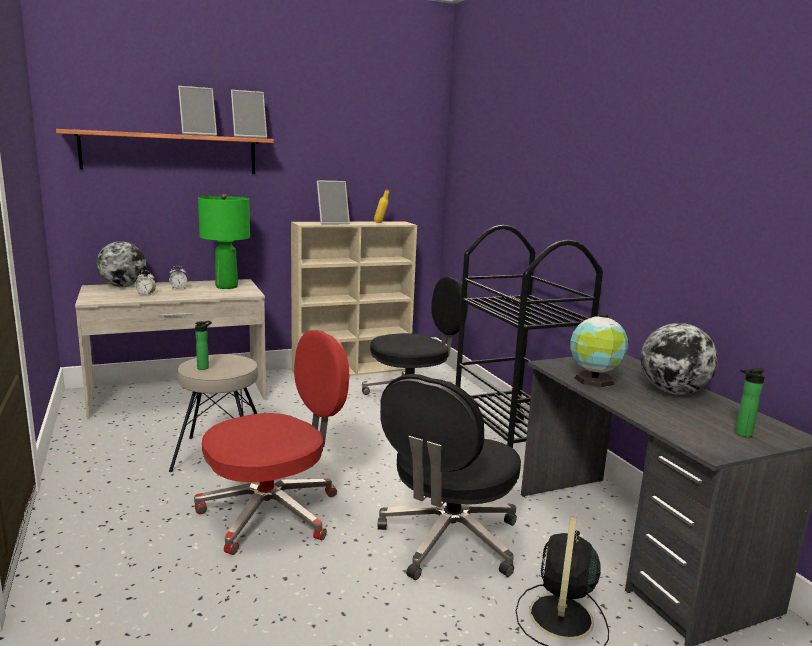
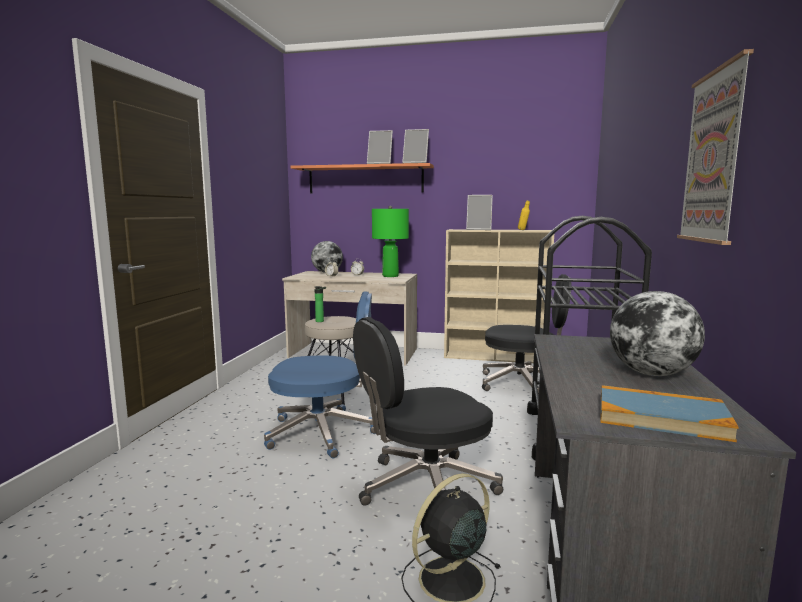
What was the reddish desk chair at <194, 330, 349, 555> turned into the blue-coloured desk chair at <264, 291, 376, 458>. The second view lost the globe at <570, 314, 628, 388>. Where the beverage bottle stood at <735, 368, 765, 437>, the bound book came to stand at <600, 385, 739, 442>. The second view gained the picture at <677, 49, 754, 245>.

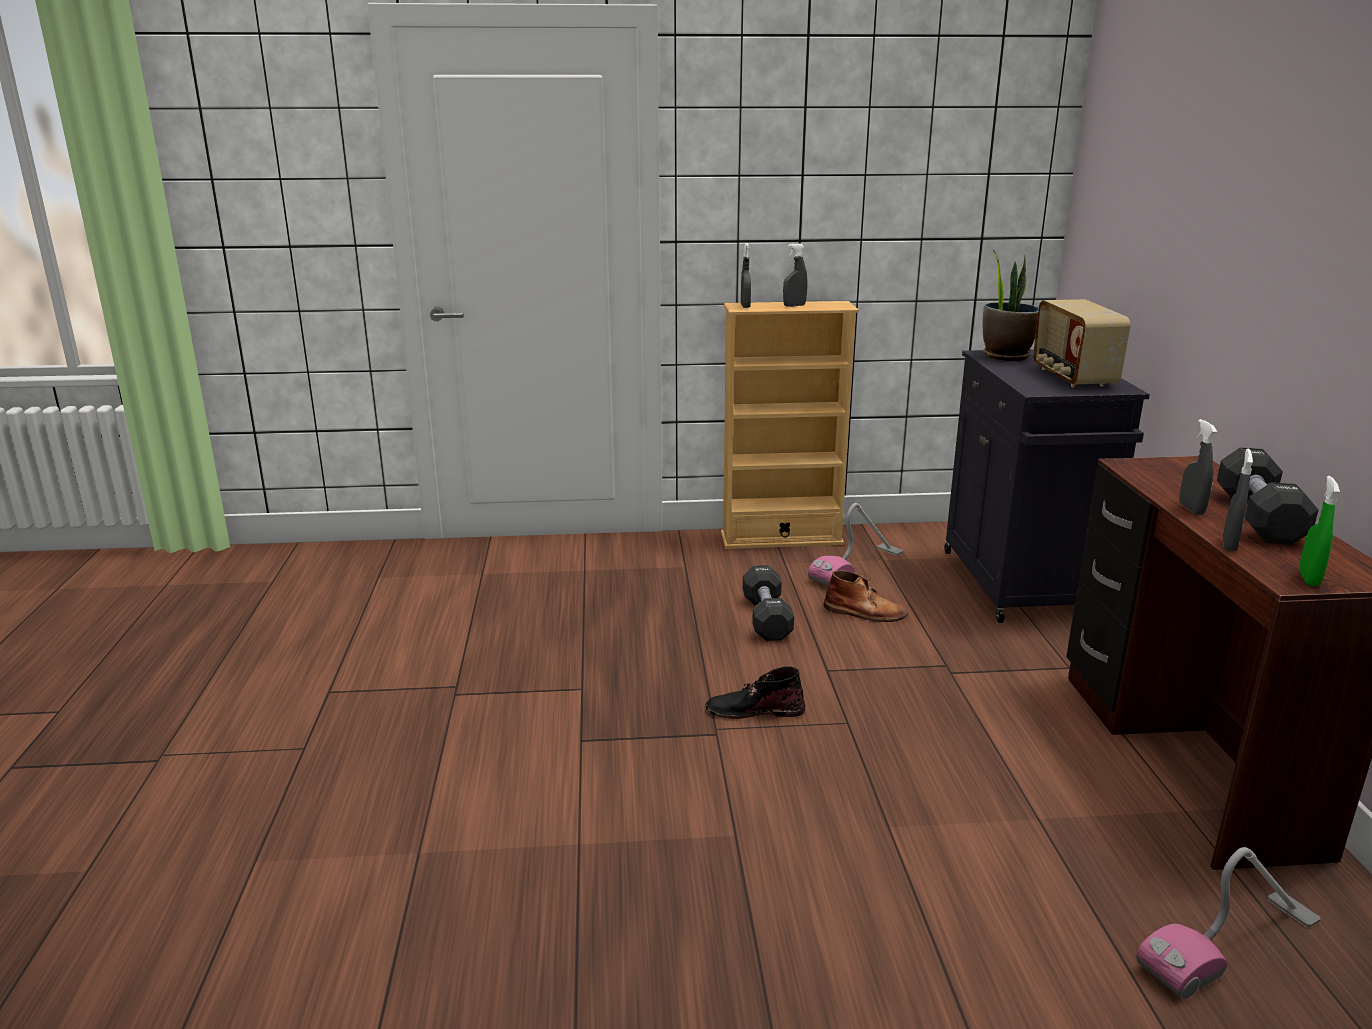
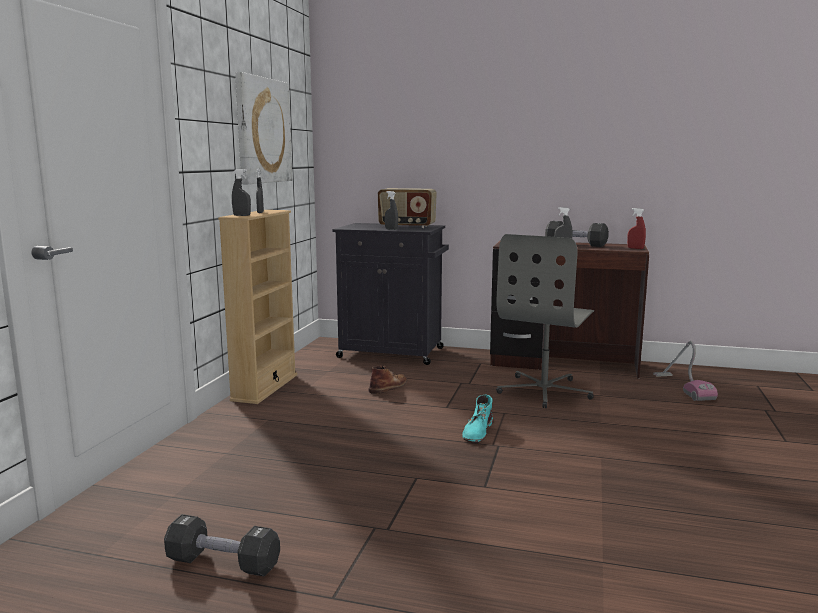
What was the black tall boot at <705, 666, 805, 719> turned into the blue-green tall boot at <462, 394, 493, 443>. The black free weight ended up elsewhere, having gone from <743, 565, 794, 641> to <164, 514, 280, 577>. The second view lost the vacuum at <808, 503, 903, 586>. The second view lost the houseplant at <983, 249, 1039, 361>. The grey sprayer ended up elsewhere, having gone from <1223, 449, 1253, 552> to <385, 191, 398, 230>. What was the green sprayer at <1299, 476, 1340, 587> turned into the reddish sprayer at <627, 208, 646, 249>. The second view gained the picture at <235, 72, 292, 184>. The second view gained the grey desk chair at <496, 234, 594, 408>.

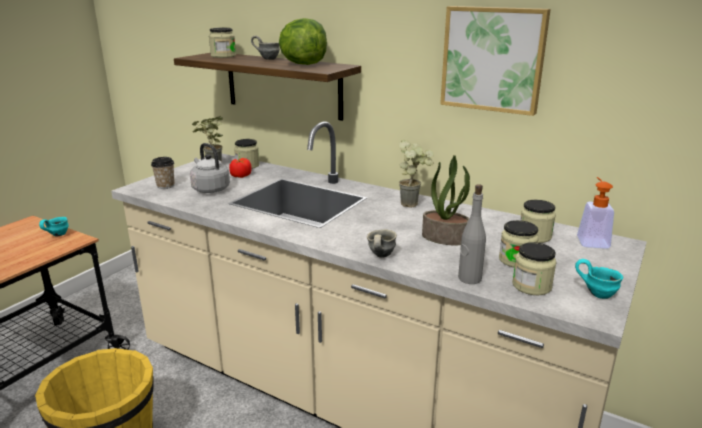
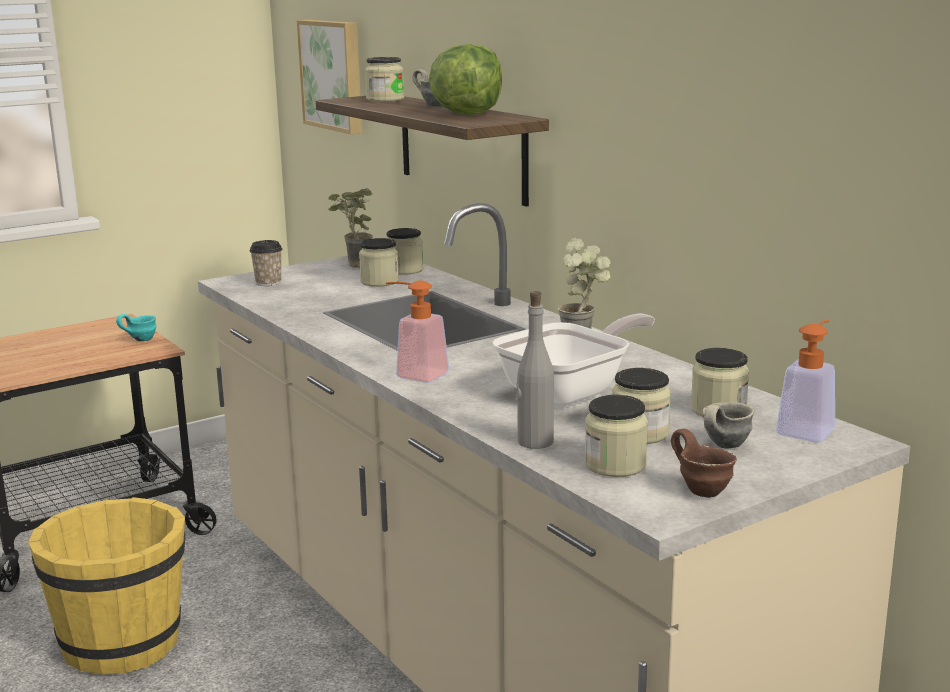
The second view lost the grey water kettle at <190, 143, 230, 193>. Where the fresh tomato stood at <229, 158, 252, 178>, the storage jar came to stand at <359, 238, 399, 287>. The grey tea mug ended up elsewhere, having gone from <367, 229, 397, 258> to <702, 402, 755, 448>. Where the houseplant stood at <422, 155, 470, 245>, the frying pan came to stand at <492, 314, 655, 407>. The picture ended up elsewhere, having gone from <440, 6, 551, 116> to <297, 20, 362, 134>. What was the blue-green tea mug at <575, 259, 623, 299> turned into the brownish tea mug at <671, 429, 737, 498>. The second view gained the soap bottle at <386, 280, 449, 383>.

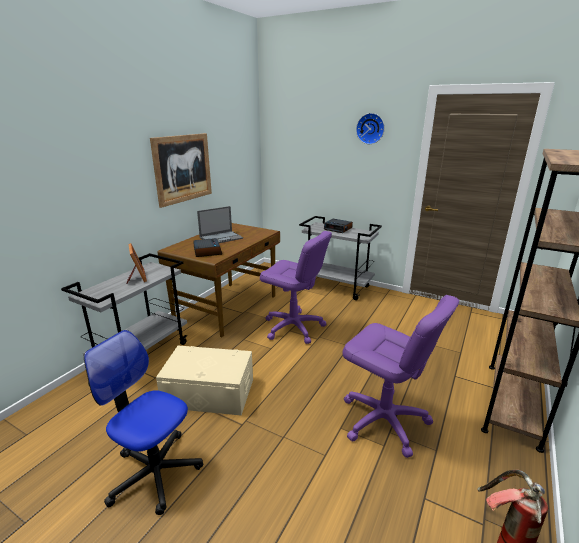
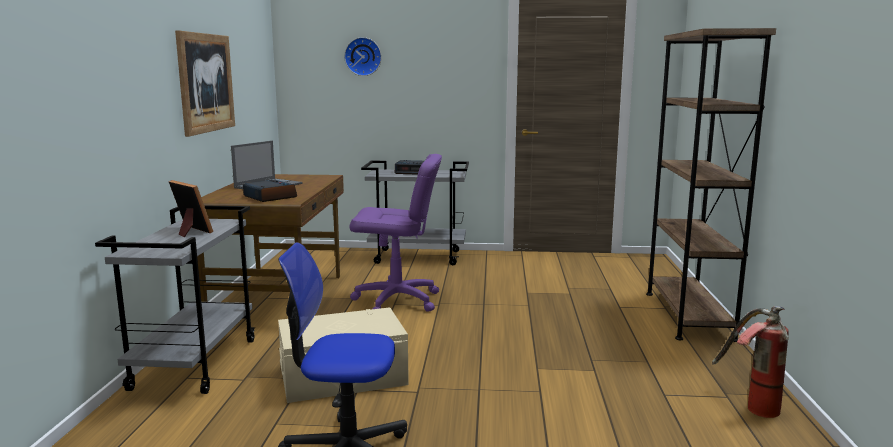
The second view lost the purplish desk chair at <342, 295, 459, 458>. The hanging clock ended up elsewhere, having gone from <356, 113, 385, 144> to <344, 37, 382, 76>.

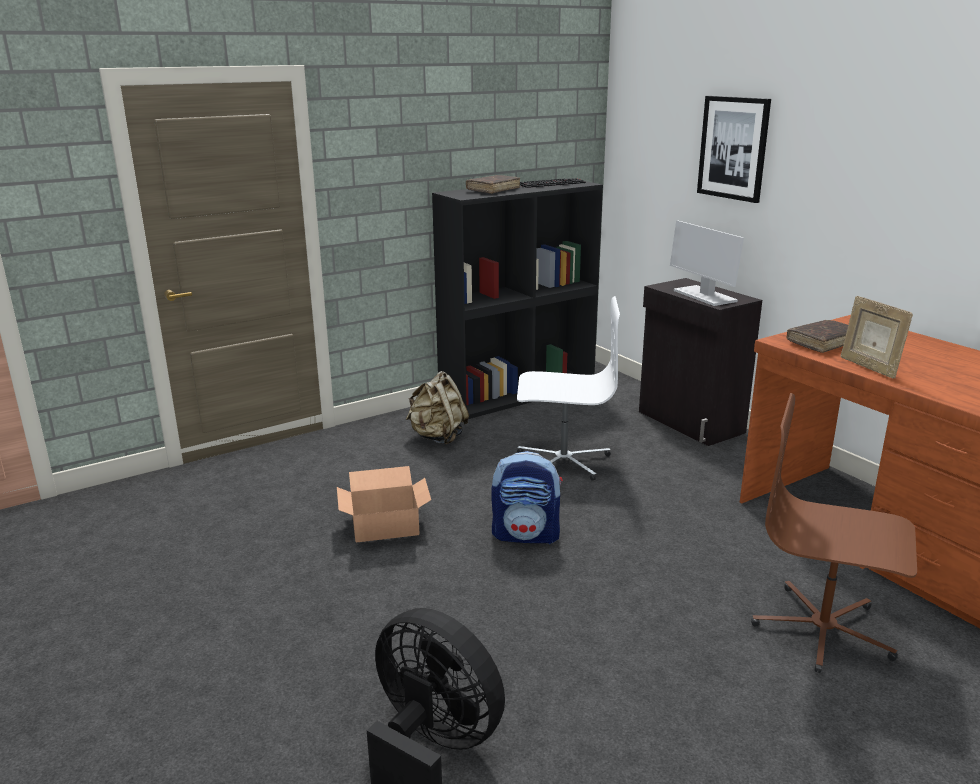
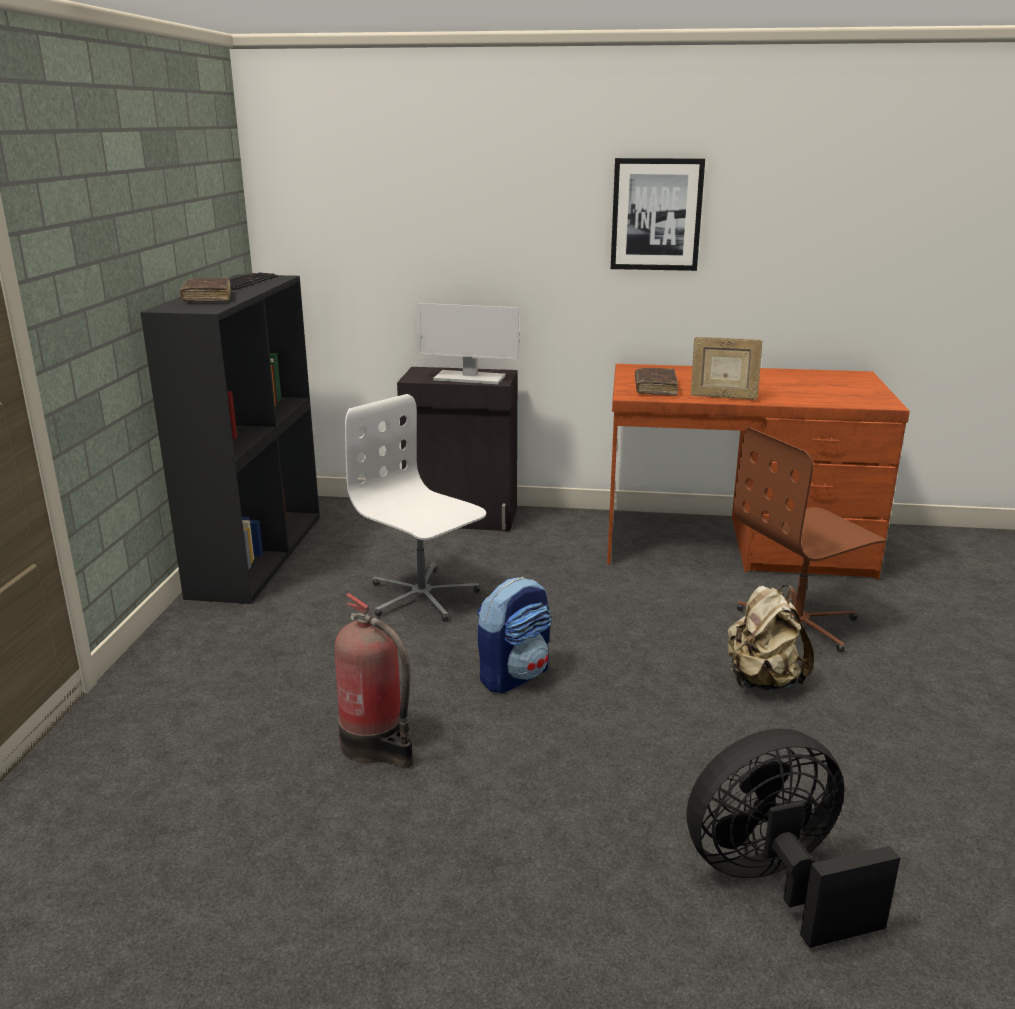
Where the packing box stood at <337, 466, 431, 543>, the fire-fighting cylinder came to stand at <335, 593, 413, 768>. The beige-coloured rucksack ended up elsewhere, having gone from <406, 371, 469, 445> to <728, 585, 814, 691>. The white-coloured desk chair at <517, 296, 620, 481> ended up facing another way, 90 degrees counterclockwise from before. The picture ended up elsewhere, having gone from <697, 96, 771, 203> to <611, 158, 705, 271>.

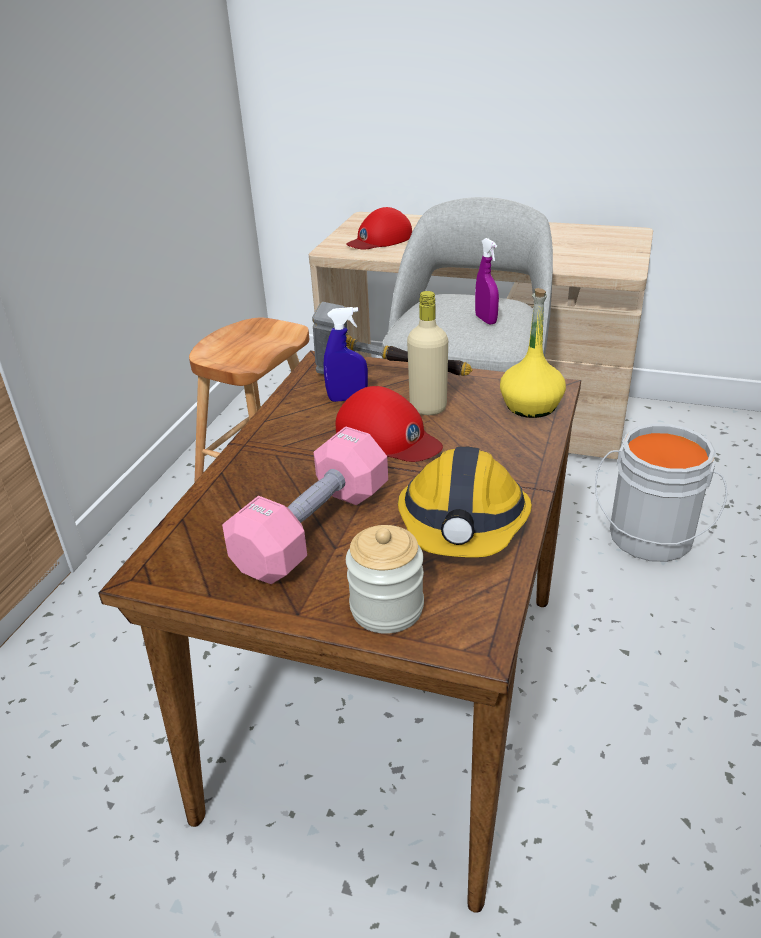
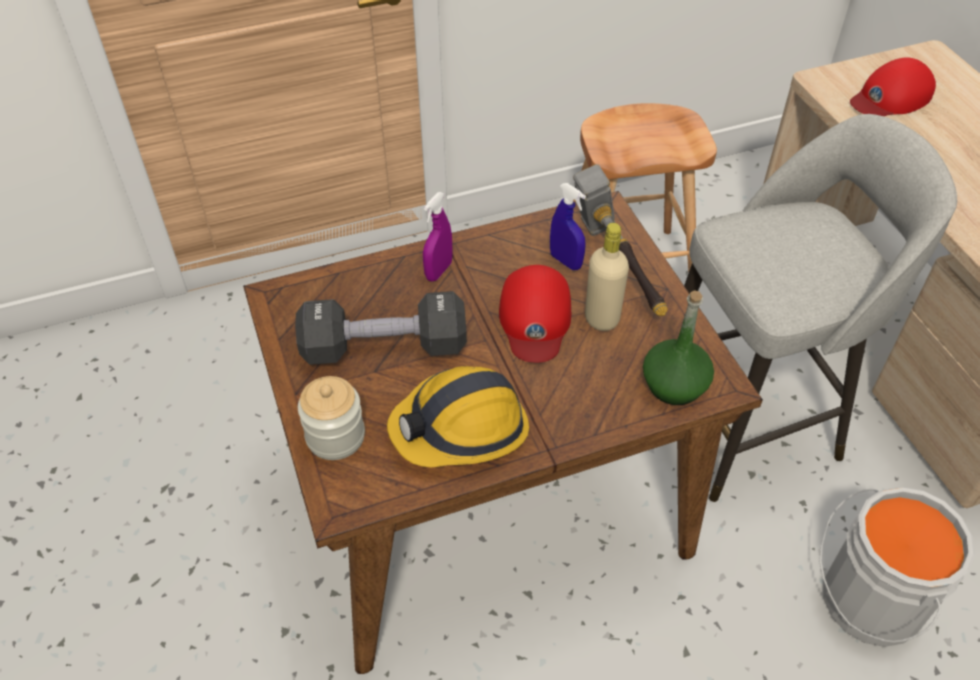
What was the pink free weight at <222, 427, 388, 584> turned into the black free weight at <295, 291, 467, 365>. The reddish peaked cap at <346, 207, 412, 249> ended up facing another way, 45 degrees counterclockwise from before. The purplish sprayer ended up elsewhere, having gone from <475, 238, 499, 325> to <423, 192, 453, 282>. What was the yellow-coloured beverage bottle at <500, 288, 566, 418> turned into the green beverage bottle at <643, 290, 714, 405>.

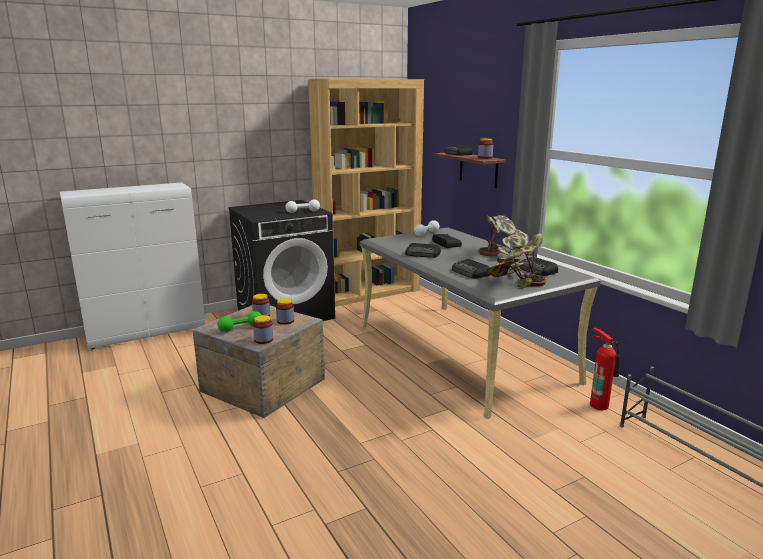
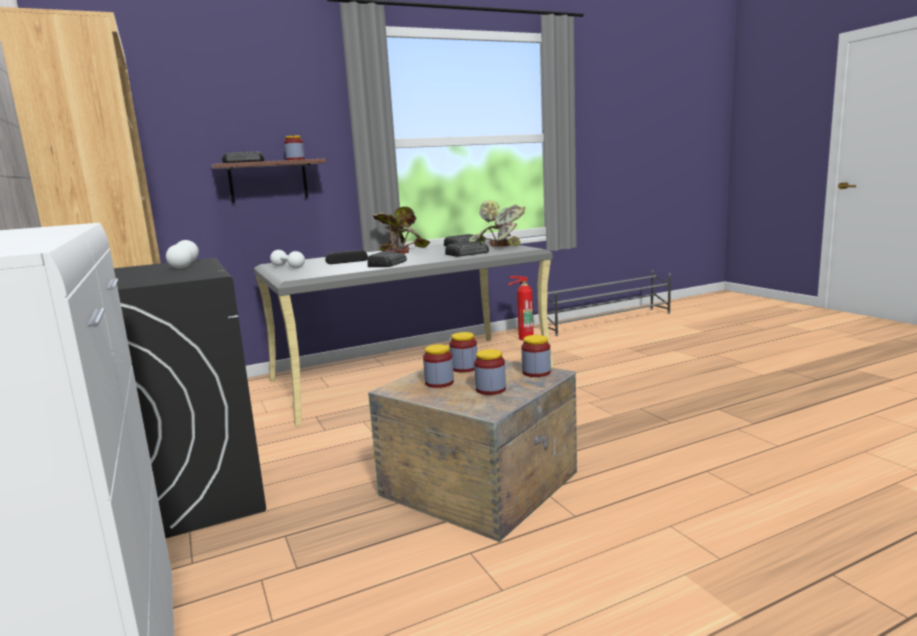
Where the green free weight stood at <217, 311, 261, 332>, the storage jar came to stand at <474, 349, 506, 395>.

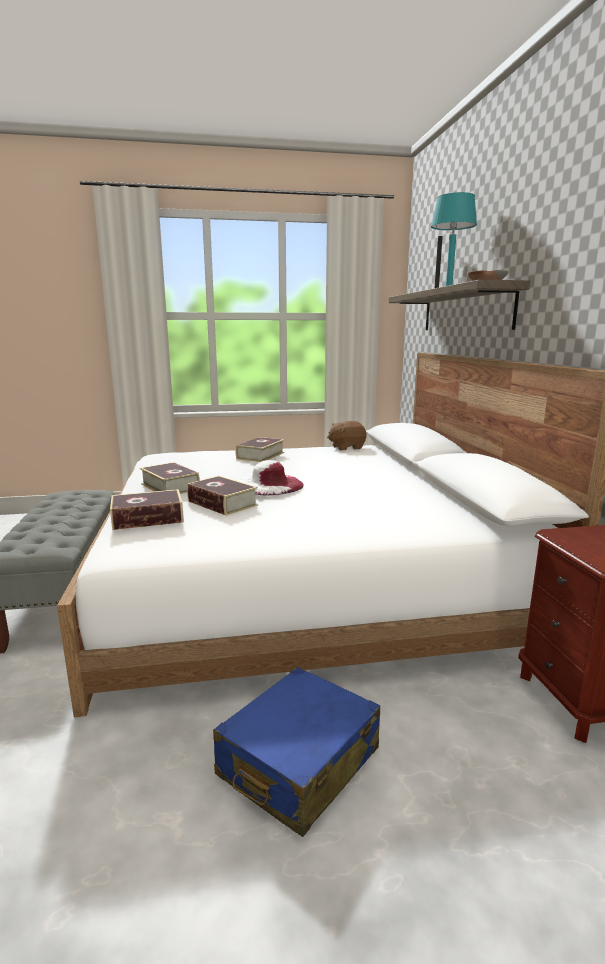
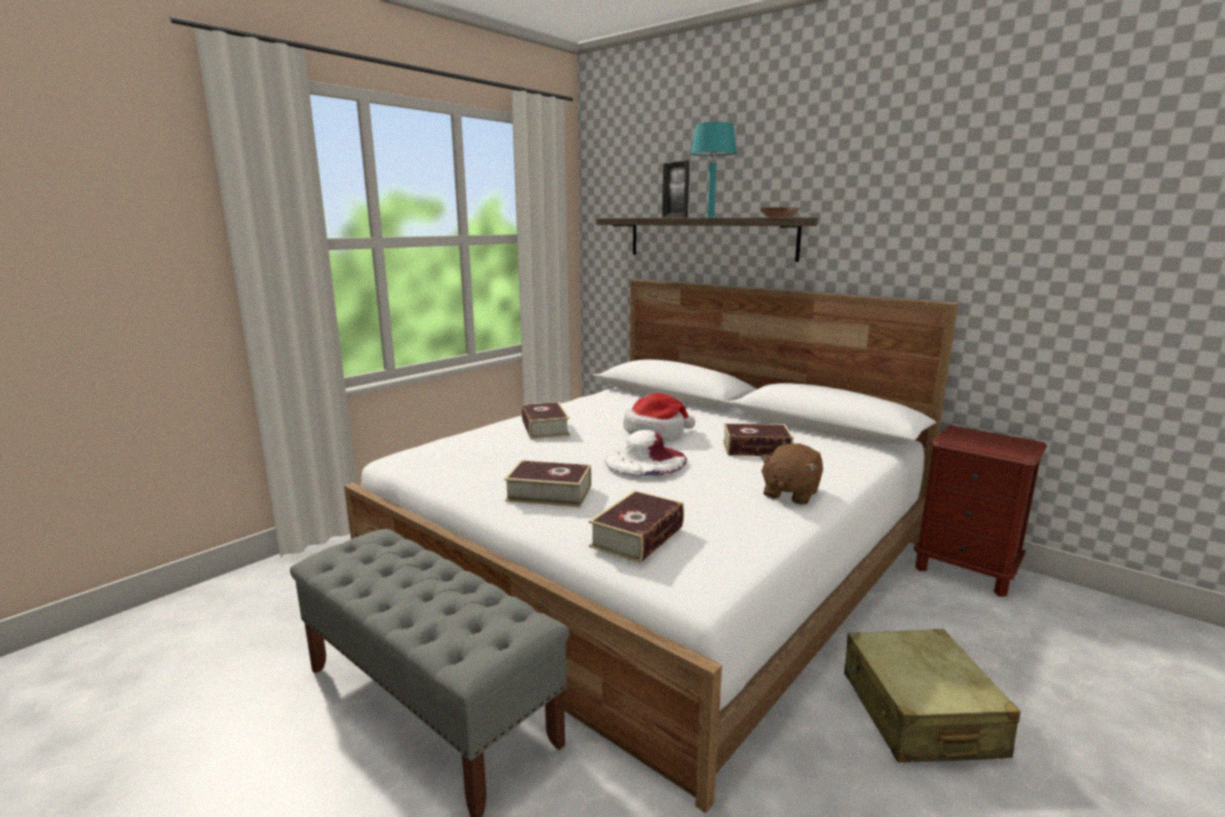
The bound book ended up elsewhere, having gone from <187, 476, 258, 516> to <723, 423, 794, 456>. What was the blue-coloured travel case at <213, 667, 380, 837> turned into the beige-coloured travel case at <844, 629, 1021, 763>. The brownish cuddly toy ended up elsewhere, having gone from <327, 421, 367, 451> to <760, 443, 823, 505>. The second view gained the wearable hat at <623, 393, 695, 439>.

